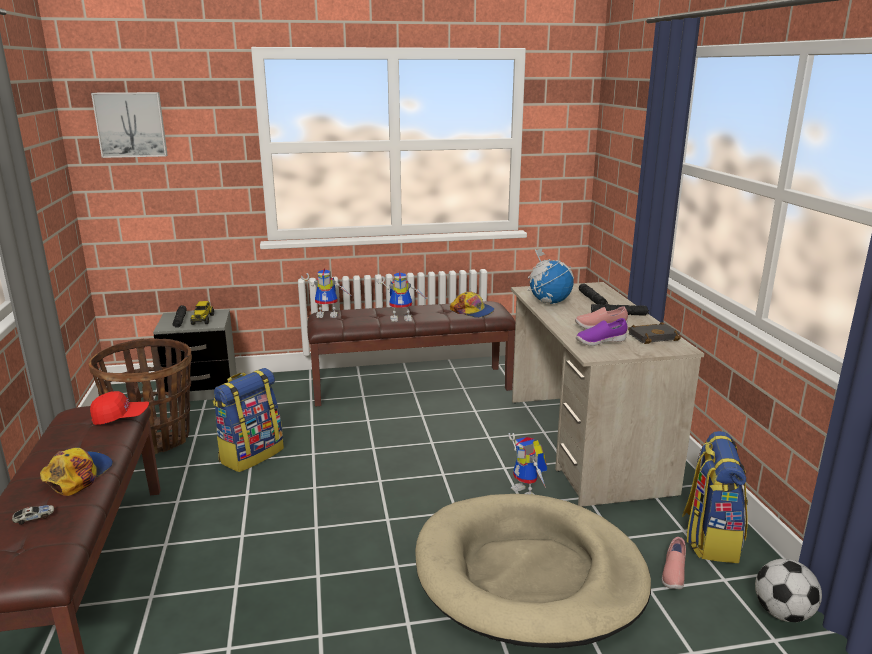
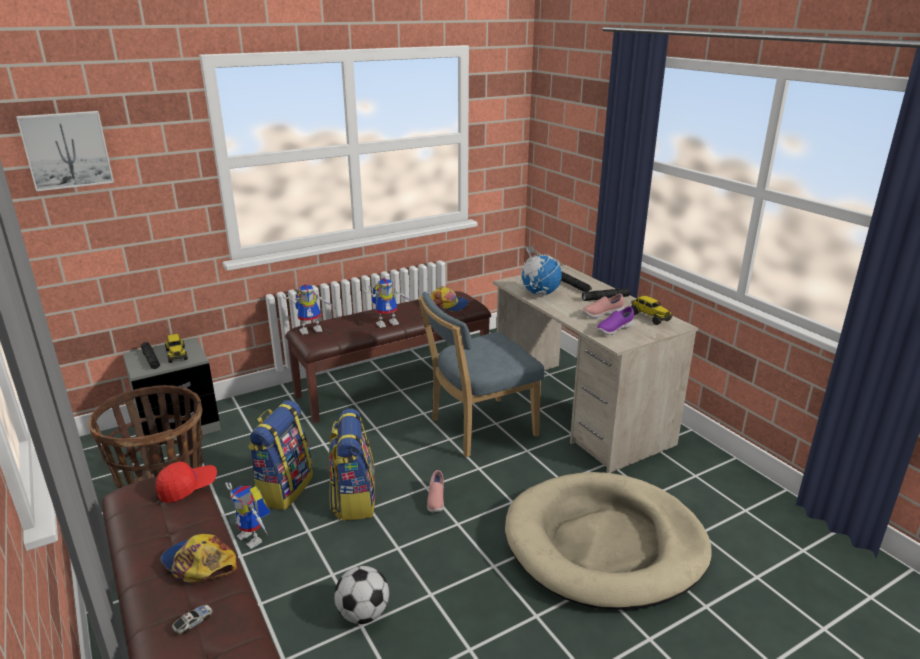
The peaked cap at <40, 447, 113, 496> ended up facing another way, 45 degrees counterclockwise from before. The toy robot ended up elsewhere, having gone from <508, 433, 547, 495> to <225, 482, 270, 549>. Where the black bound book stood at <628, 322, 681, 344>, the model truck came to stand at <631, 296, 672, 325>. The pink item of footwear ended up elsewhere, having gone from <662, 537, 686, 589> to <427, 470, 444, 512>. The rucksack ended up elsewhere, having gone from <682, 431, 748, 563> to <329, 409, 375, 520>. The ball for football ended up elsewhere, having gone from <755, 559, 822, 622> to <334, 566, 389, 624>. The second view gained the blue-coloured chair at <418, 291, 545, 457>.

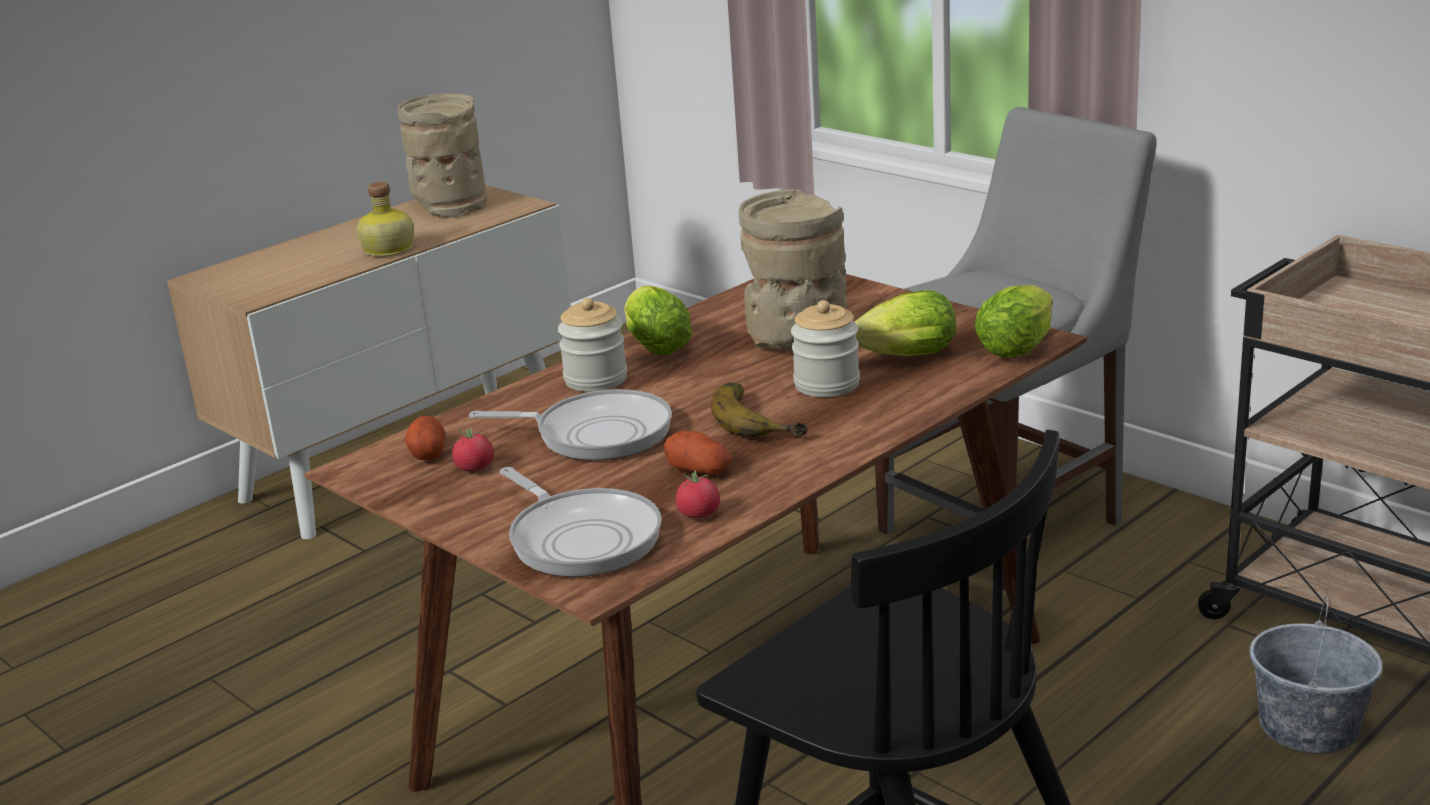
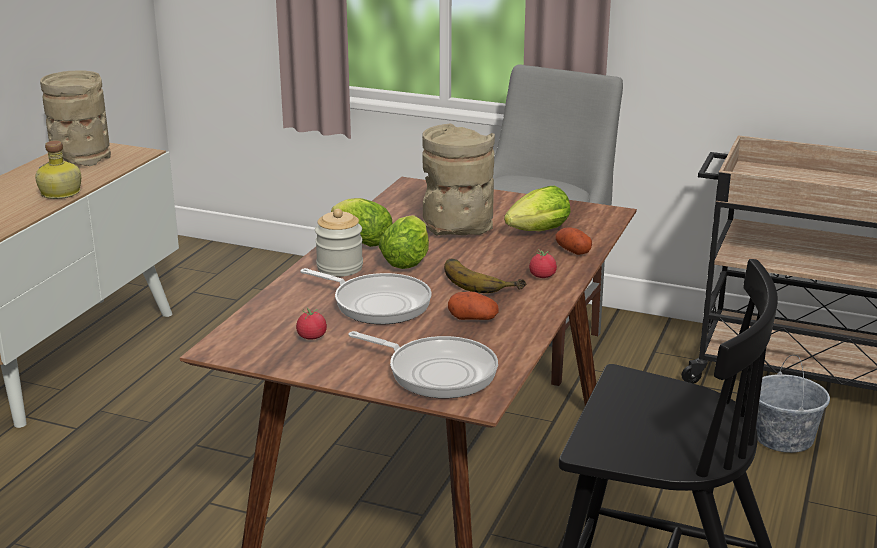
The potato ended up elsewhere, having gone from <405, 416, 445, 460> to <556, 227, 592, 255>. The frying pan at <469, 389, 672, 461> ended up facing another way, 45 degrees clockwise from before. The fresh tomato ended up elsewhere, having gone from <676, 470, 720, 518> to <529, 249, 557, 278>. The second view lost the storage jar at <791, 300, 860, 397>. The lettuce ended up elsewhere, having gone from <975, 285, 1053, 358> to <378, 215, 429, 269>.

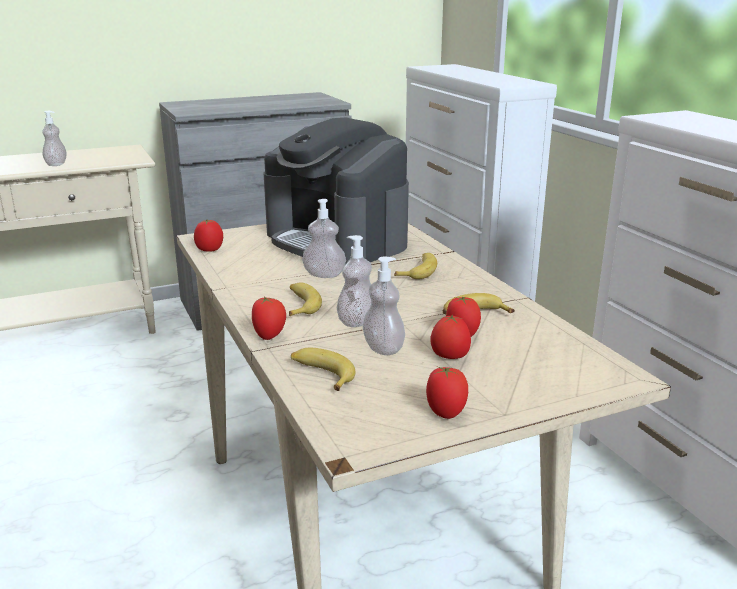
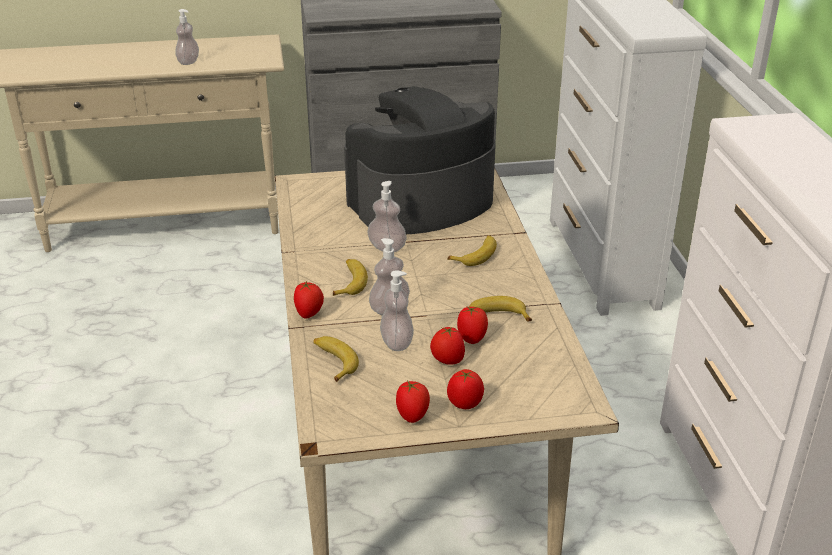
The fresh tomato ended up elsewhere, having gone from <194, 219, 223, 252> to <447, 369, 484, 409>. The coffee maker at <263, 118, 409, 264> ended up facing another way, 90 degrees clockwise from before.

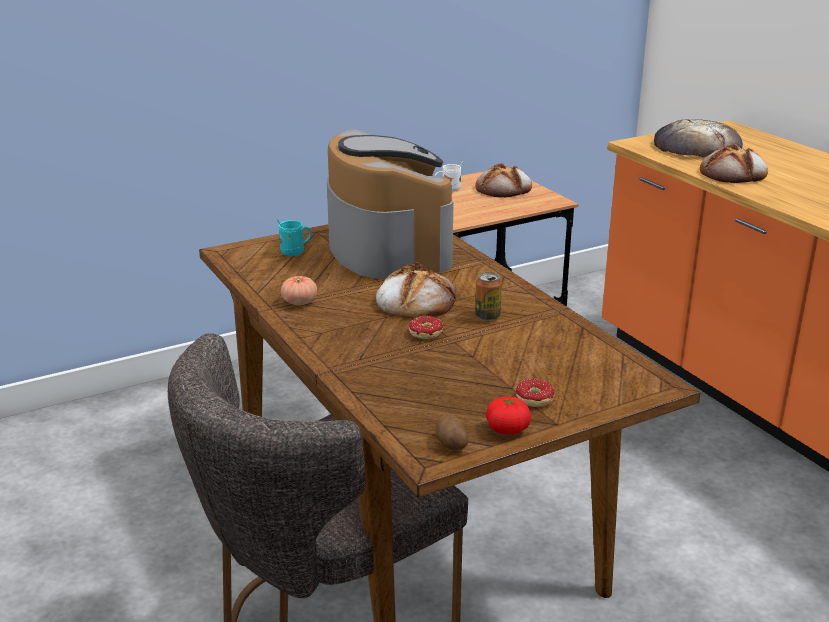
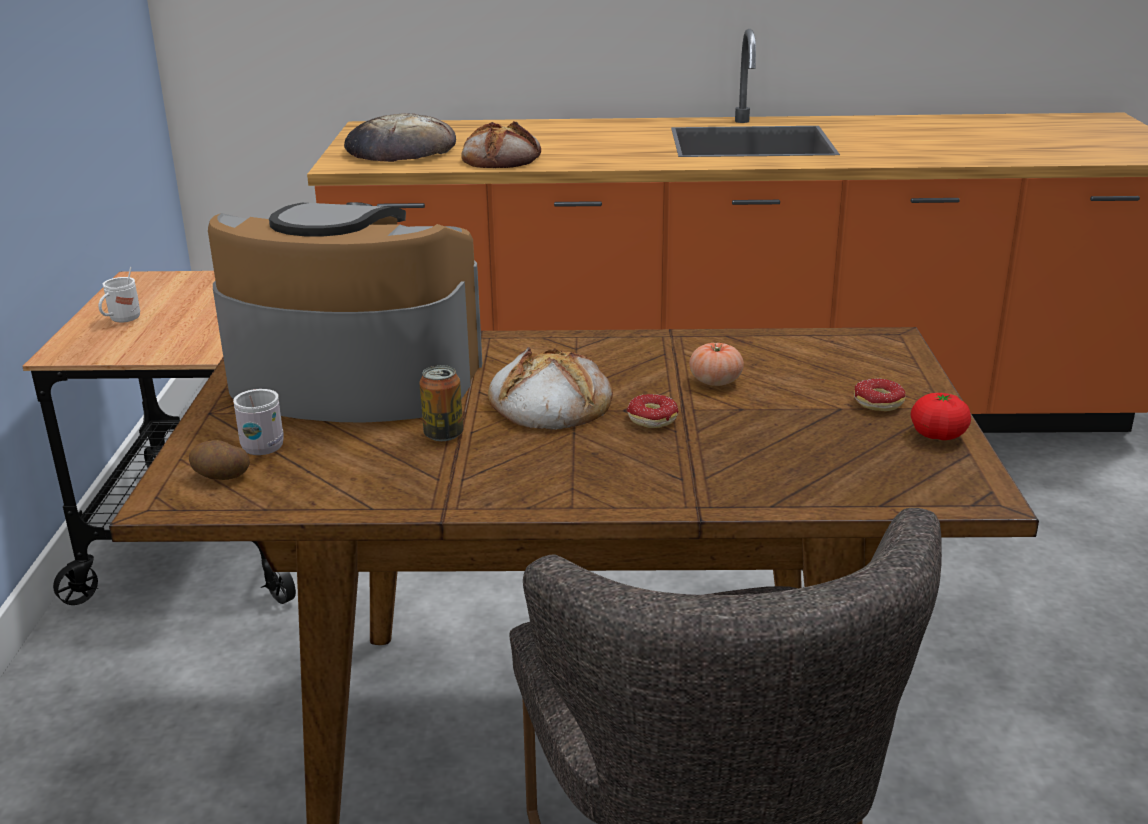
What was the blue-green tea mug at <277, 220, 312, 256> turned into the white-coloured tea mug at <233, 389, 284, 455>. The fresh tomato ended up elsewhere, having gone from <281, 276, 317, 305> to <689, 343, 744, 386>. The potato ended up elsewhere, having gone from <435, 414, 468, 450> to <189, 440, 250, 480>. The second view lost the bakery bread at <475, 163, 532, 197>. The sealed can ended up elsewhere, having gone from <475, 272, 502, 321> to <419, 365, 463, 441>.

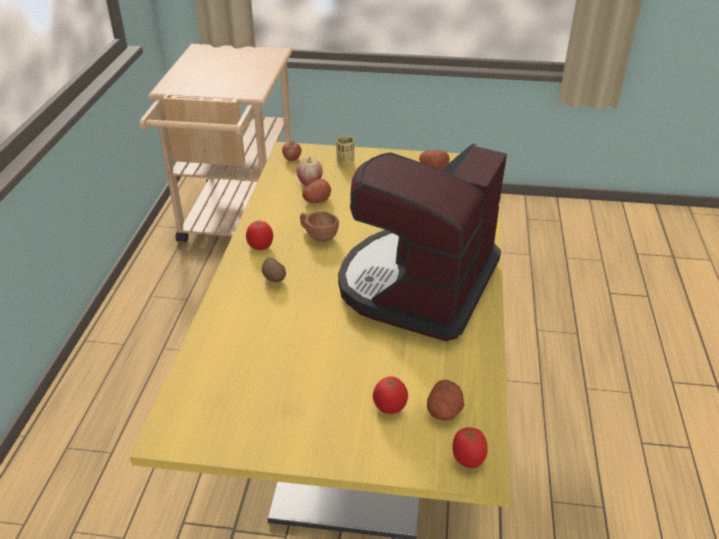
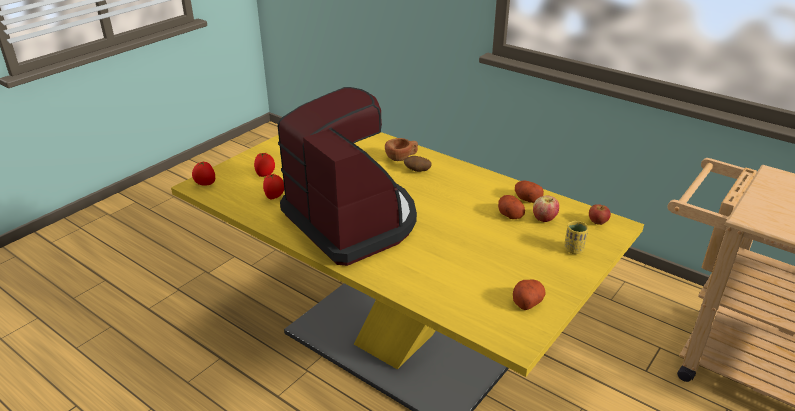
The fresh tomato ended up elsewhere, having gone from <246, 220, 273, 250> to <263, 174, 284, 199>. The brownish small cup ended up elsewhere, having gone from <300, 211, 339, 242> to <385, 138, 418, 161>. The potato ended up elsewhere, having gone from <427, 380, 464, 421> to <515, 180, 544, 203>.

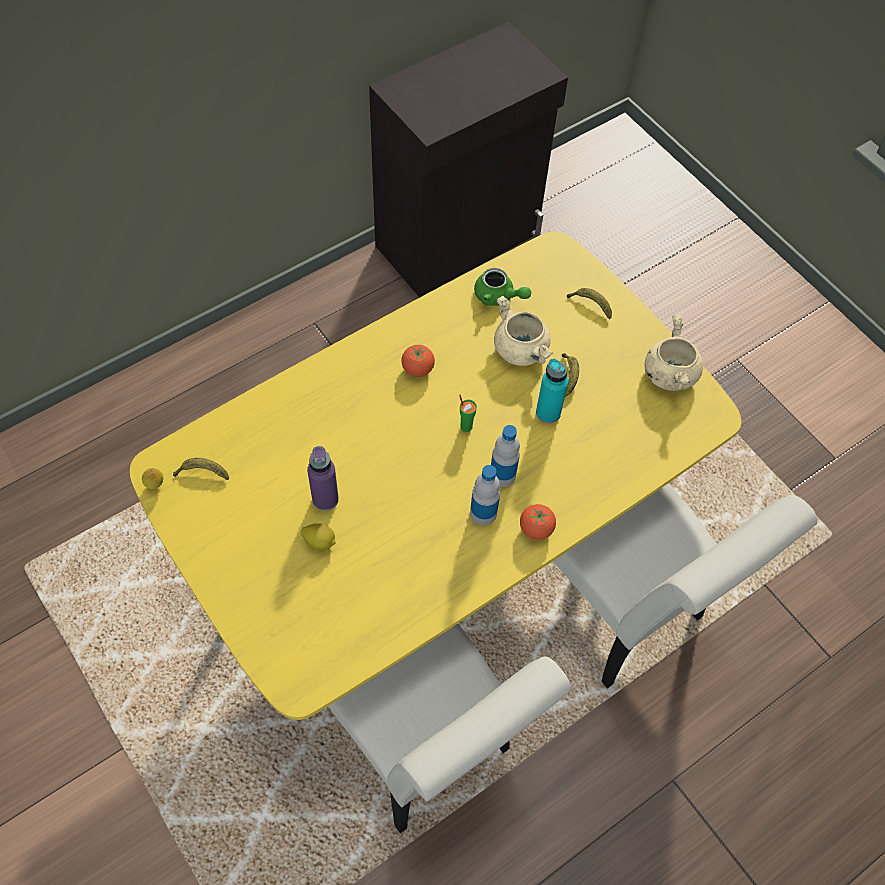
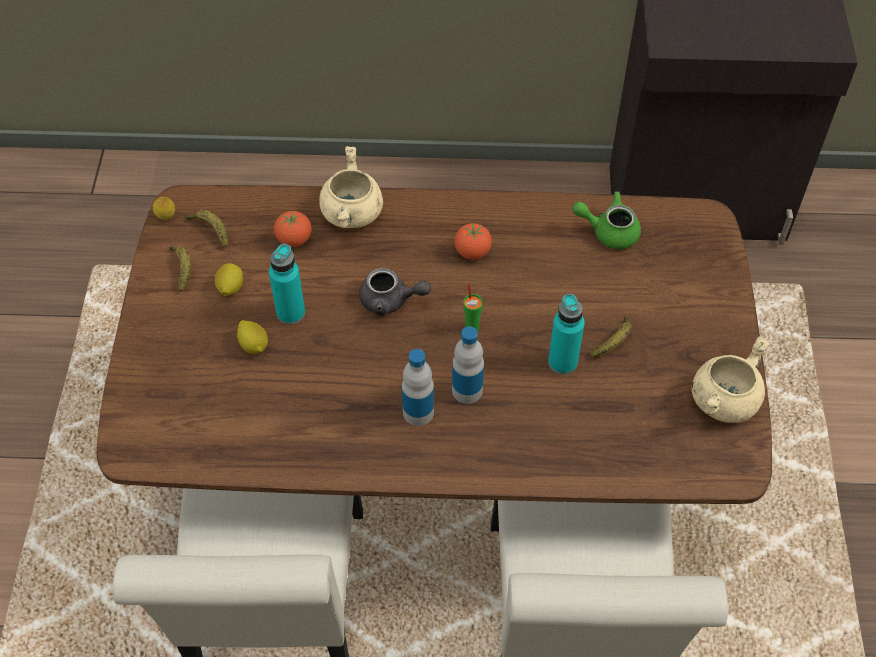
What was the yellow-coloured kitchen table at <130, 231, 741, 720> turned into the brownish kitchen table at <96, 185, 772, 504>. What was the purplish beverage bottle at <307, 446, 339, 511> turned into the blue-green beverage bottle at <269, 244, 305, 324>. The green tea pot at <474, 268, 531, 306> ended up facing another way, 120 degrees clockwise from before. The beige-coloured saucepot ended up elsewhere, having gone from <494, 296, 553, 366> to <319, 146, 383, 228>. The fresh tomato ended up elsewhere, having gone from <520, 504, 556, 540> to <274, 211, 312, 247>. The banana ended up elsewhere, having gone from <567, 288, 612, 319> to <169, 246, 191, 292>. The second view gained the lemon at <215, 263, 243, 296>. The second view gained the grey tea pot at <359, 268, 431, 315>.

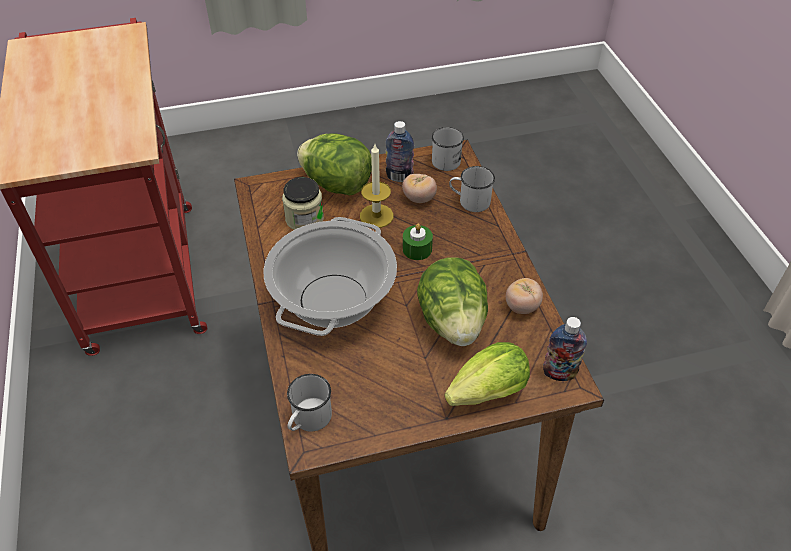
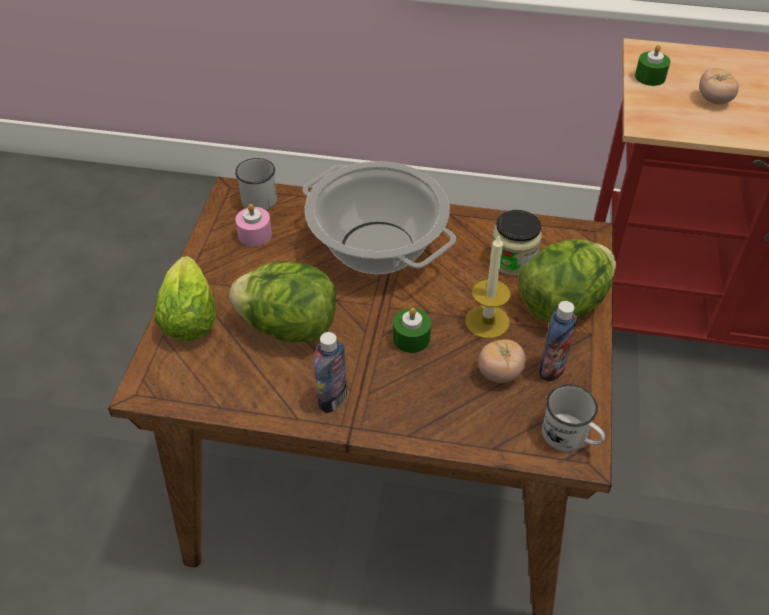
The second view lost the white-coloured tea mug at <449, 166, 495, 212>. The fresh tomato ended up elsewhere, having gone from <506, 278, 543, 314> to <699, 68, 739, 105>. The beverage bottle ended up elsewhere, having gone from <543, 317, 587, 381> to <314, 332, 347, 413>. The second view gained the pink candle at <235, 204, 272, 247>. The second view gained the green candle at <635, 45, 670, 86>.

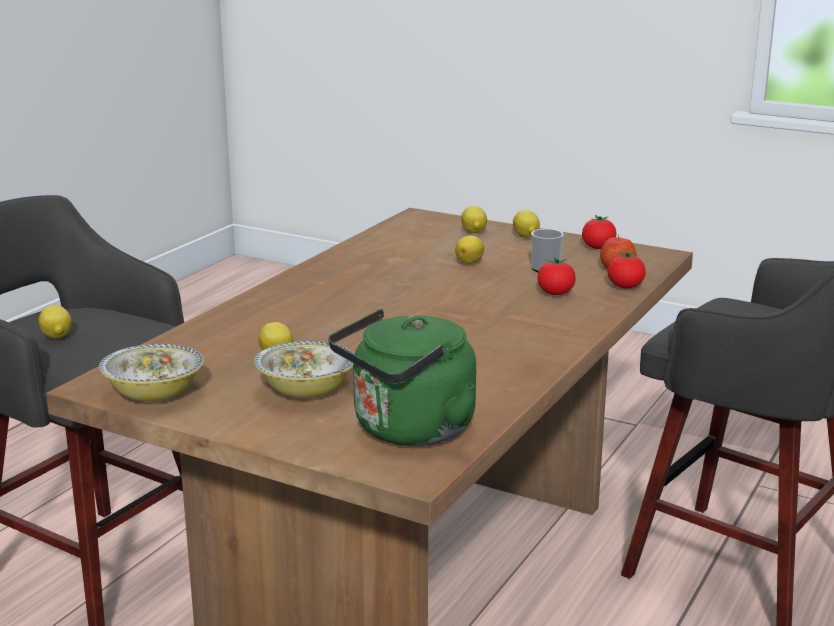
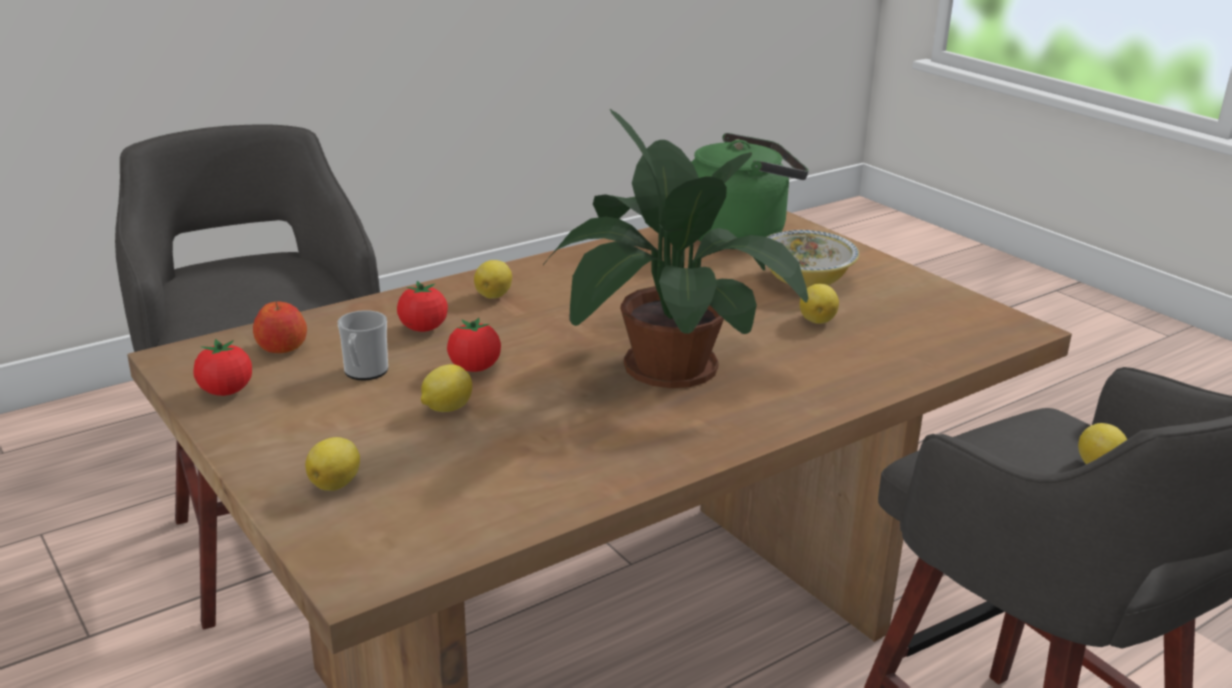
The second view lost the bowl at <99, 344, 204, 401>. The lemon ended up elsewhere, having gone from <513, 210, 540, 238> to <474, 260, 512, 299>. The fresh tomato ended up elsewhere, having gone from <608, 251, 646, 288> to <447, 318, 501, 372>. The second view gained the houseplant at <543, 109, 808, 388>.

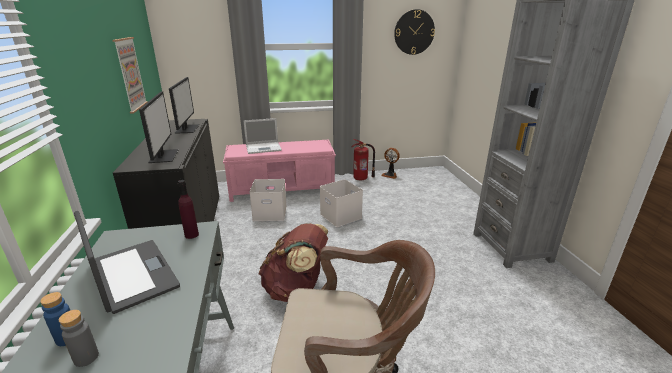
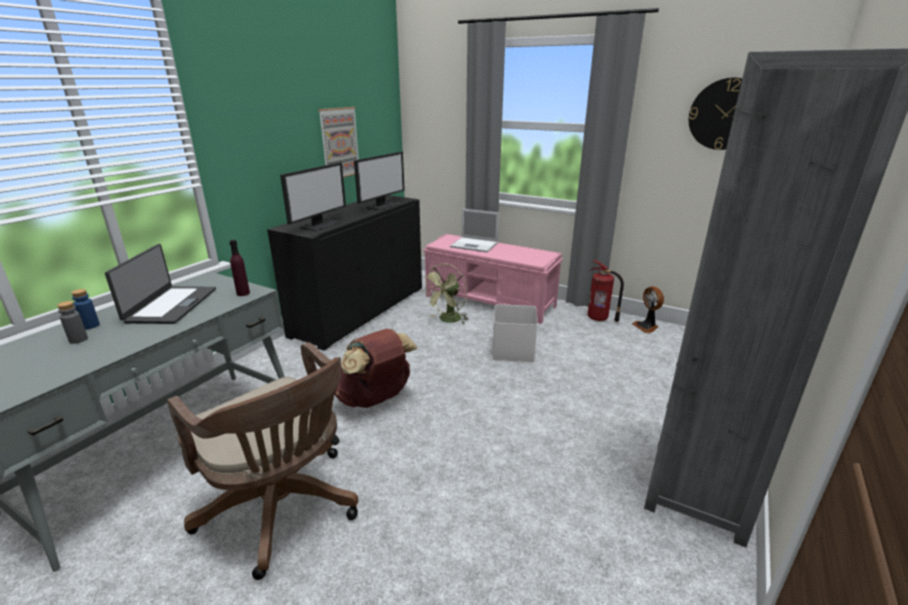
Where the white-coloured storage container stood at <249, 179, 287, 221>, the green electric fan came to stand at <423, 263, 469, 324>.

